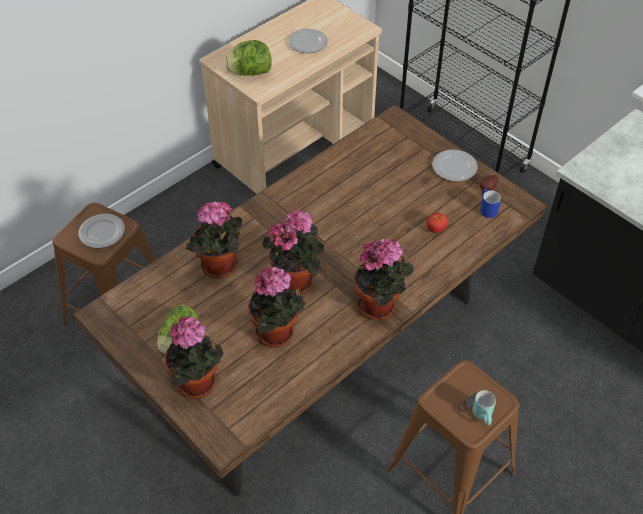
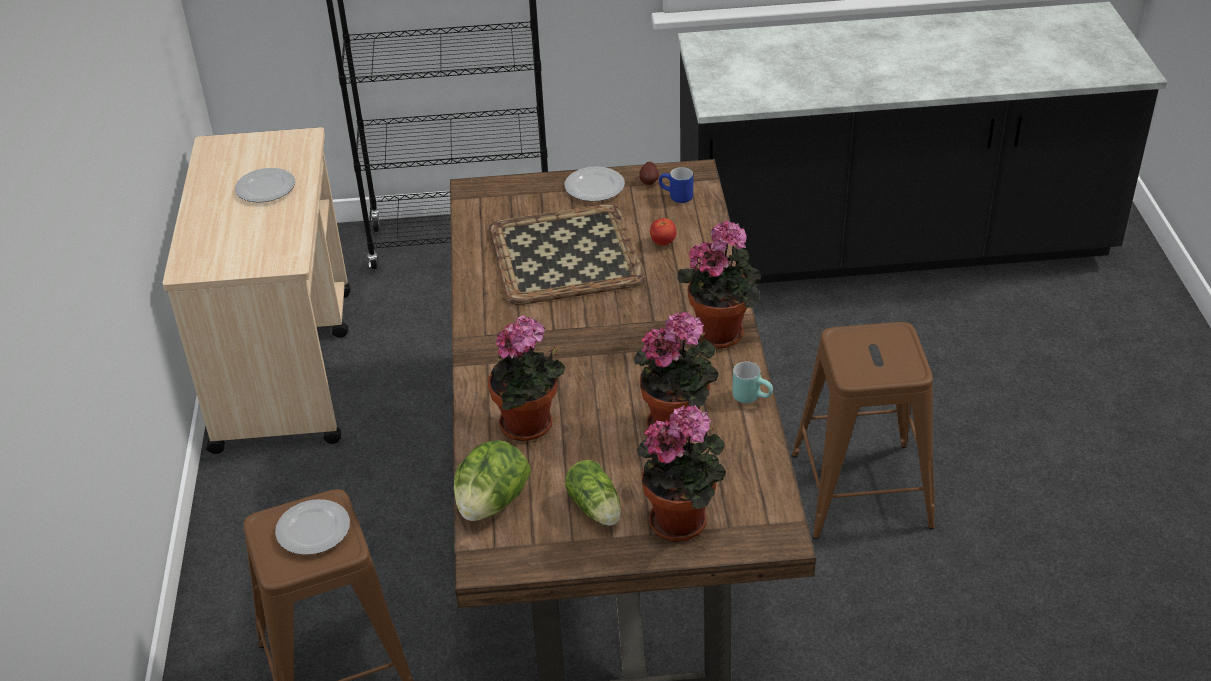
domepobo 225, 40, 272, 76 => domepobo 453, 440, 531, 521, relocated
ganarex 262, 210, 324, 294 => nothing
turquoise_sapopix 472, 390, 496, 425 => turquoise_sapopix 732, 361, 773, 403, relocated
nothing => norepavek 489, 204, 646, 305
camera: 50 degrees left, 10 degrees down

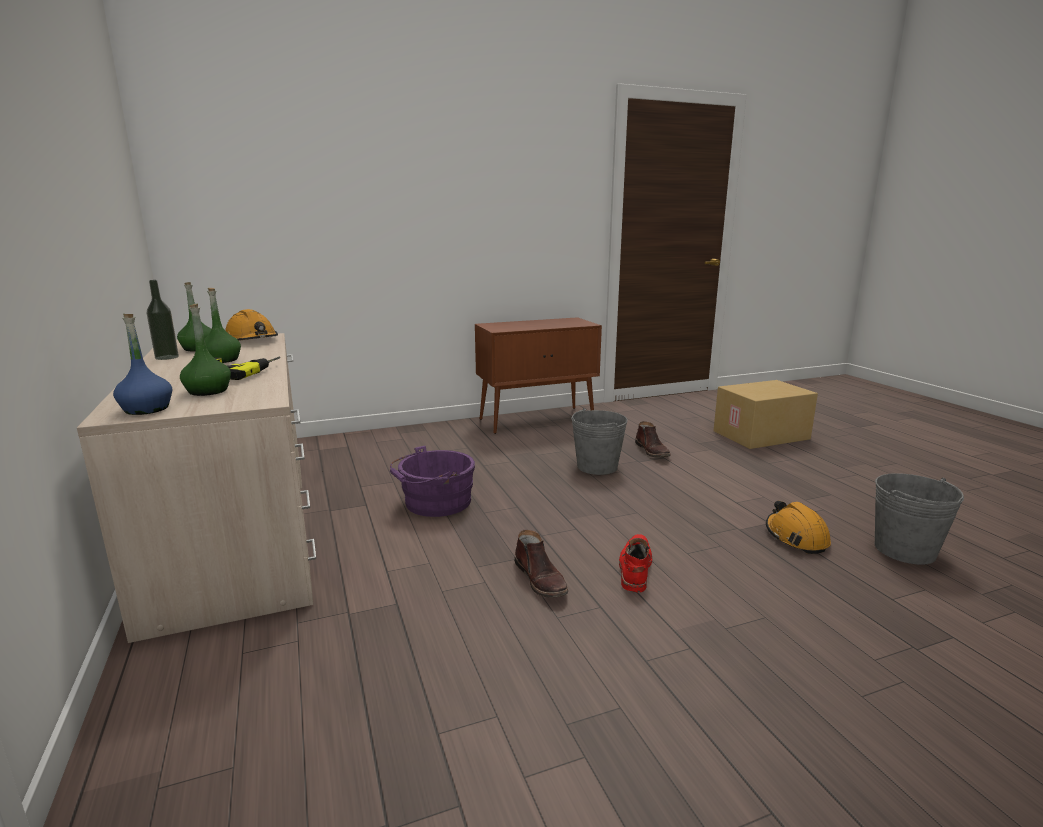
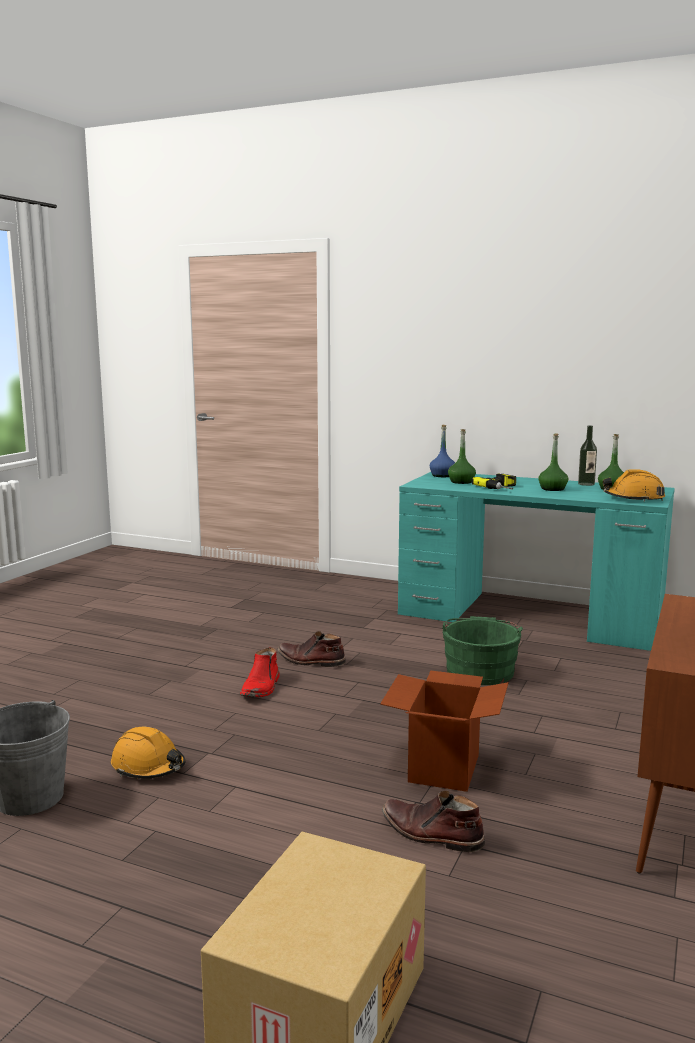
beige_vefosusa 77, 333, 316, 643 => turquoise_vefosusa 398, 472, 675, 651
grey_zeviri 571, 408, 628, 475 => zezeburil 380, 671, 509, 792
purple_zeviri 390, 446, 475, 517 => green_zeviri 442, 616, 523, 685
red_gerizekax 619, 534, 652, 593 => red_gerizekax 240, 647, 280, 697, 45 degrees clockwise
camera: 135 degrees right, 5 degrees down

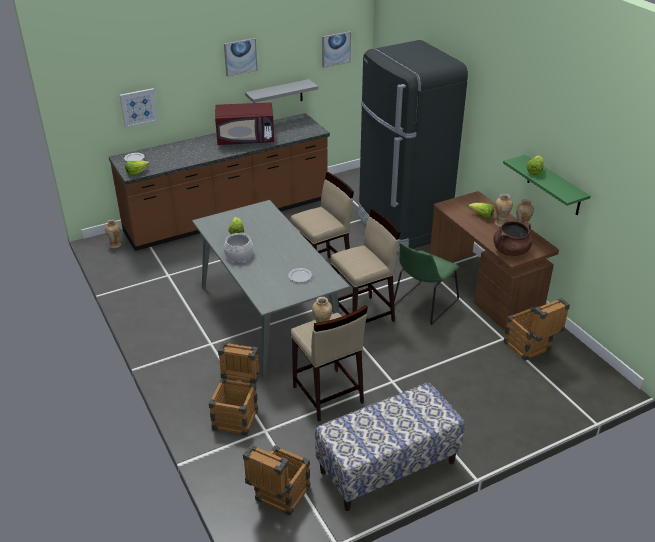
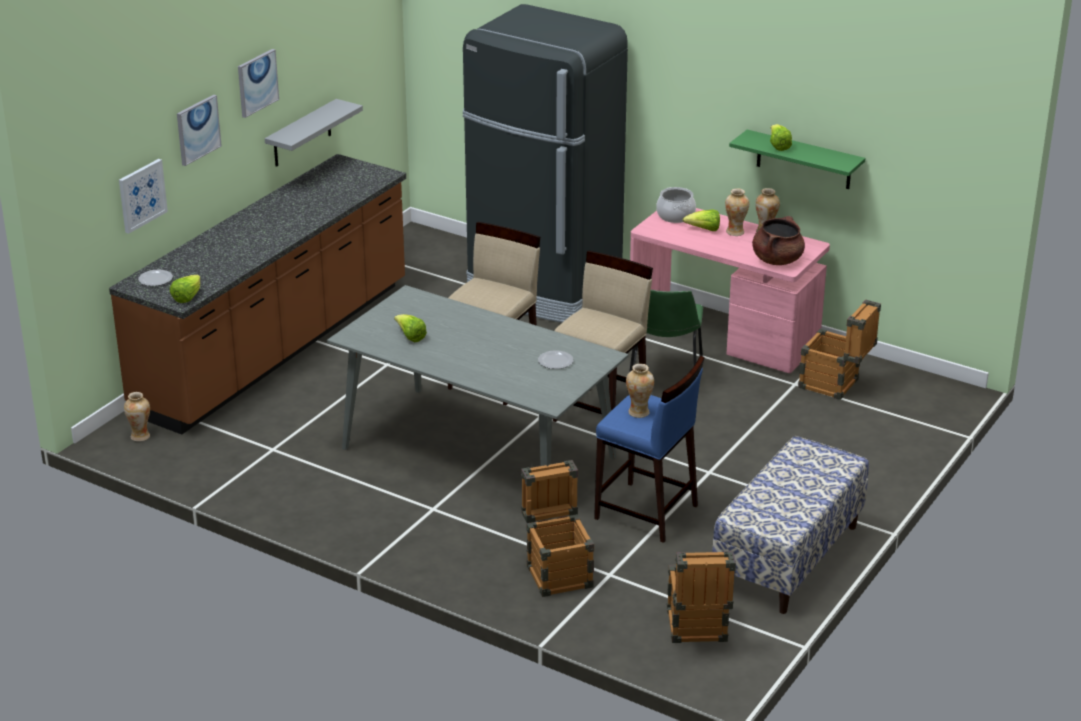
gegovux 322, 31, 351, 68 => gegovux 177, 95, 222, 166, relocated
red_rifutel 215, 102, 274, 145 => nothing
brown_vefosusa 430, 191, 559, 330 => pink_vefosusa 630, 208, 830, 373
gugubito 224, 233, 254, 262 => gugubito 656, 187, 696, 223, relocated
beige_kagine 291, 305, 368, 421 => blue_kagine 594, 355, 705, 543
camera: 30 degrees left, 5 degrees down

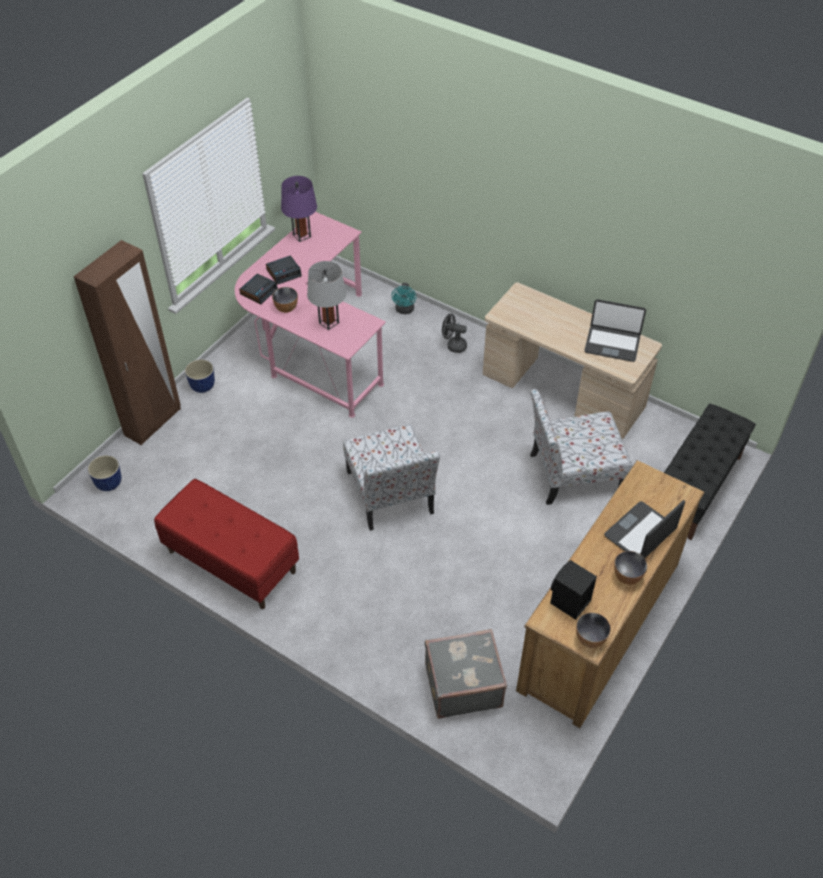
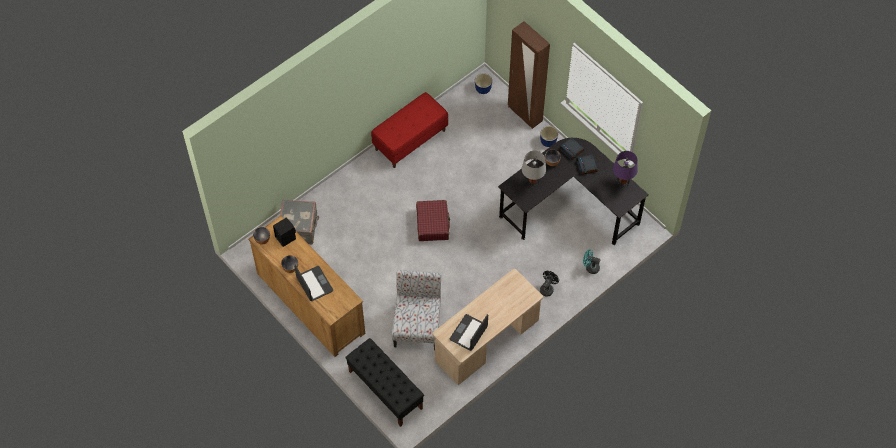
pink_vefosusa 235, 212, 386, 418 => black_vefosusa 498, 138, 649, 245
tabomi 343, 424, 440, 531 => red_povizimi 416, 200, 450, 241
camera: 105 degrees right, 10 degrees up

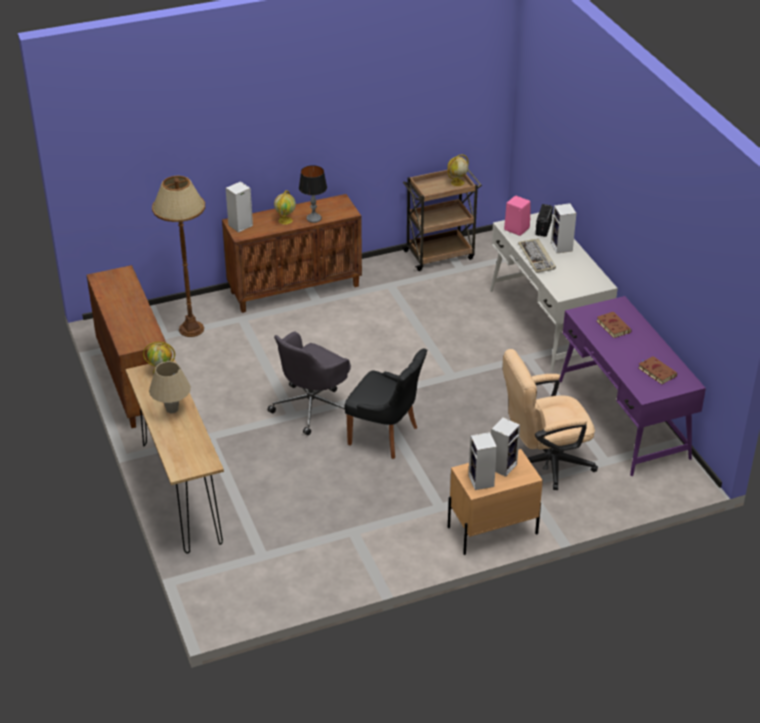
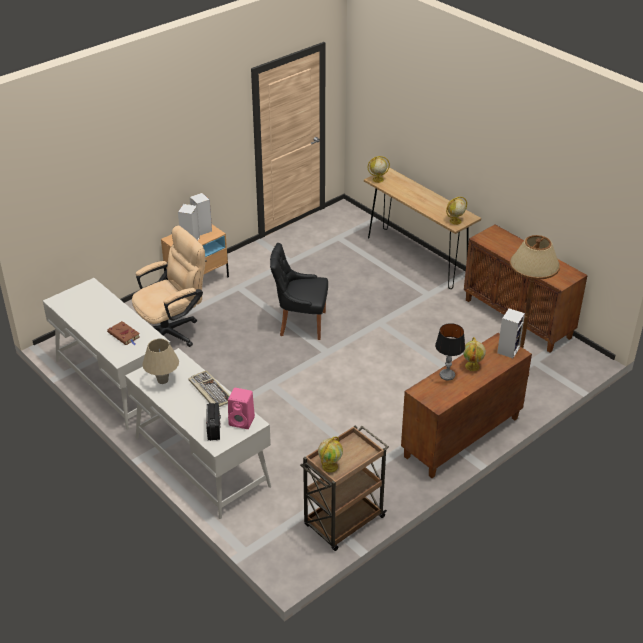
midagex 551, 203, 577, 253 => nothing
purple_vefosusa 559, 296, 706, 476 => white_vefosusa 43, 278, 171, 430
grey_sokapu 268, 332, 351, 435 => nothing
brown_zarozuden 638, 356, 677, 385 => nothing
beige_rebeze 149, 361, 191, 413 => beige_rebeze 142, 339, 179, 384, relocated
nothing => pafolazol 368, 156, 390, 183
camera: 160 degrees right, 0 degrees up

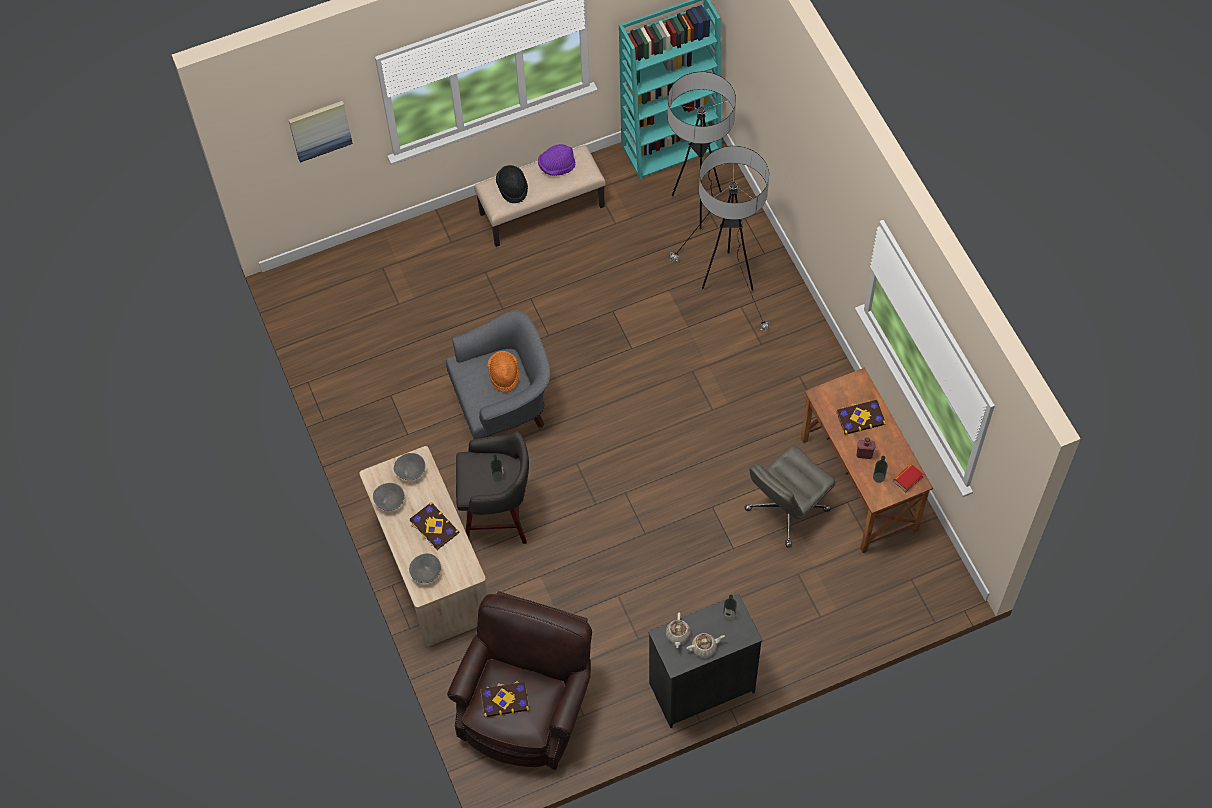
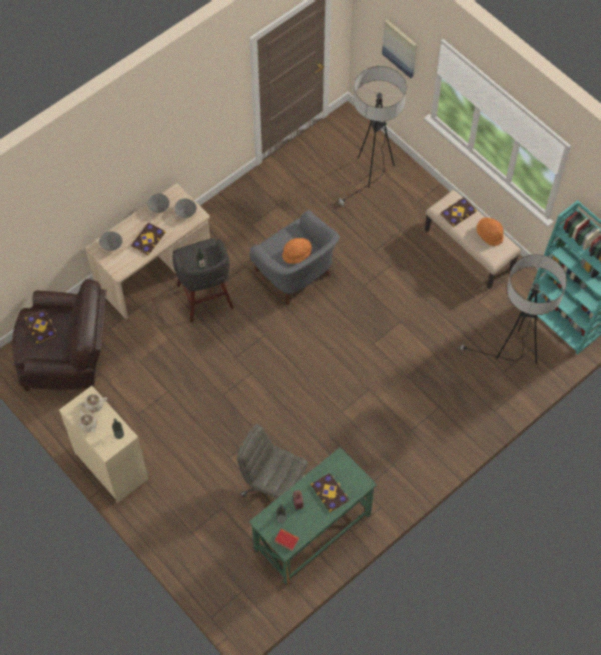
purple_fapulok 538, 144, 576, 176 => orange_fapulok 476, 217, 504, 246
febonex 699, 146, 770, 331 => febonex 337, 66, 406, 206, relocated
black_fapulok 496, 165, 528, 203 => zarozuden 441, 197, 477, 227
brown_vefosusa 801, 367, 933, 553 => green_vefosusa 249, 447, 377, 586
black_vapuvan 648, 594, 763, 728 => beige_vapuvan 59, 386, 148, 503
camera: 70 degrees right, 0 degrees up

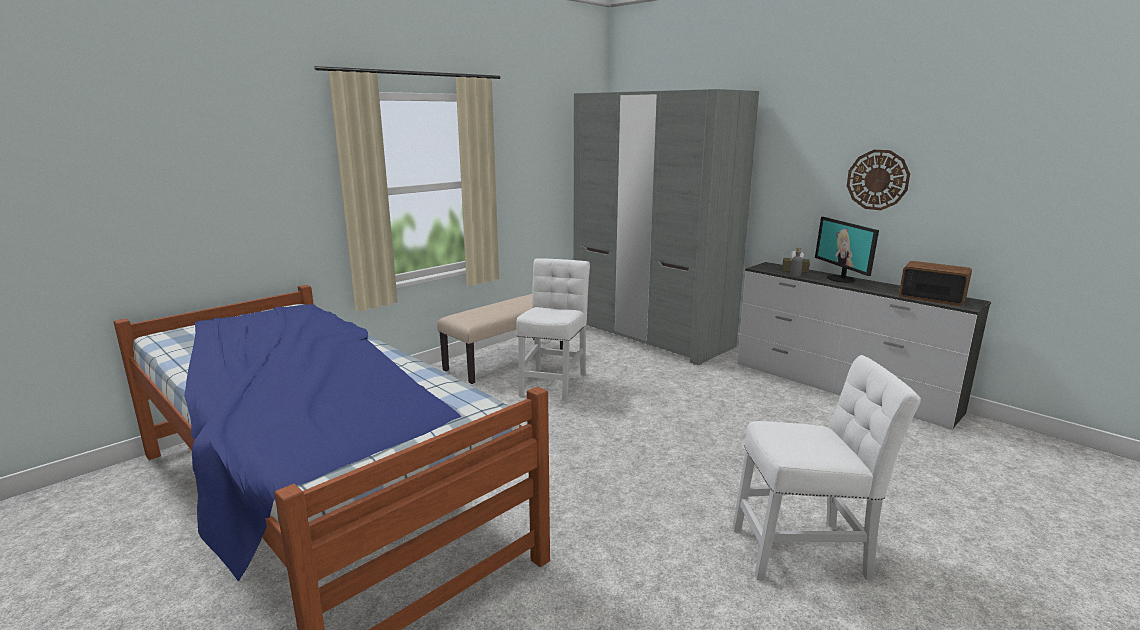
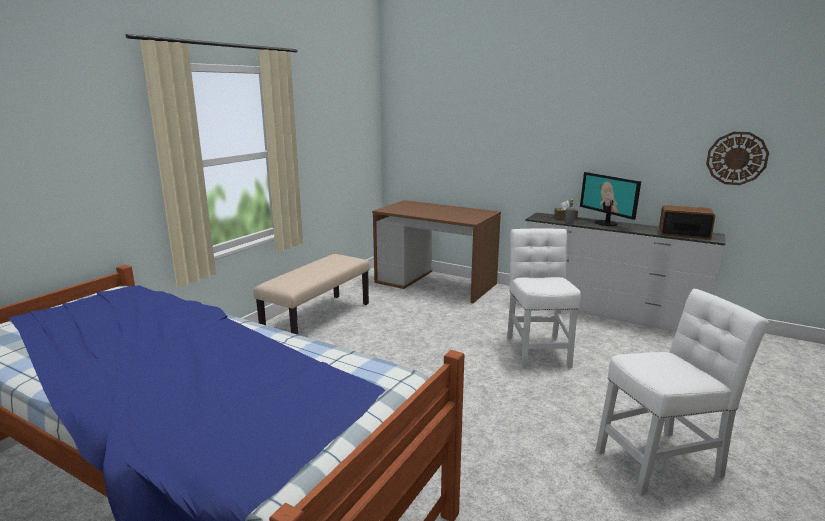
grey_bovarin 574, 89, 759, 365 => brown_vefosusa 372, 200, 501, 303
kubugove 847, 150, 910, 210 => kubugove 706, 132, 769, 185, relocated
white_tabomi 516, 258, 590, 401 => white_tabomi 507, 229, 581, 369, relocated
camera: 15 degrees left, 0 degrees up

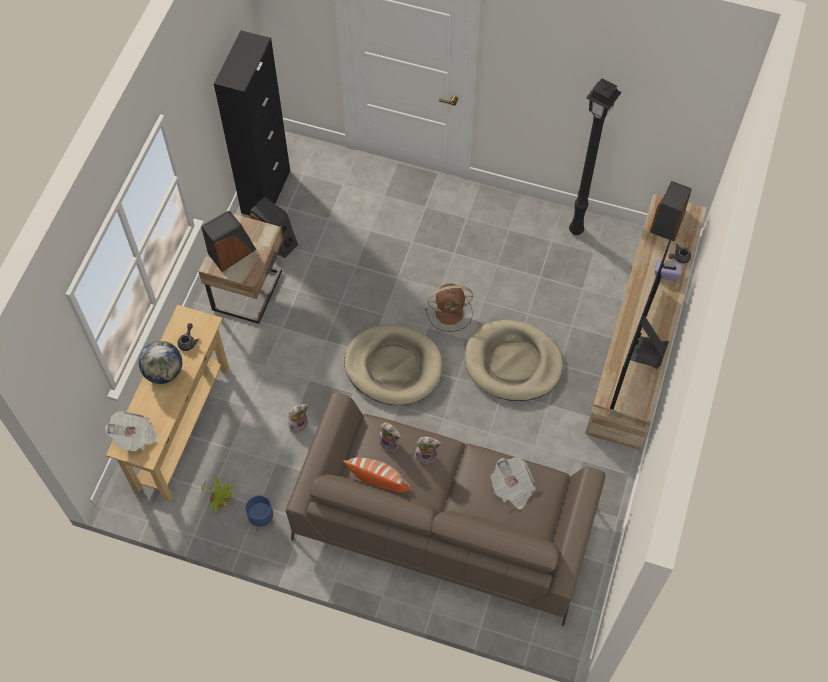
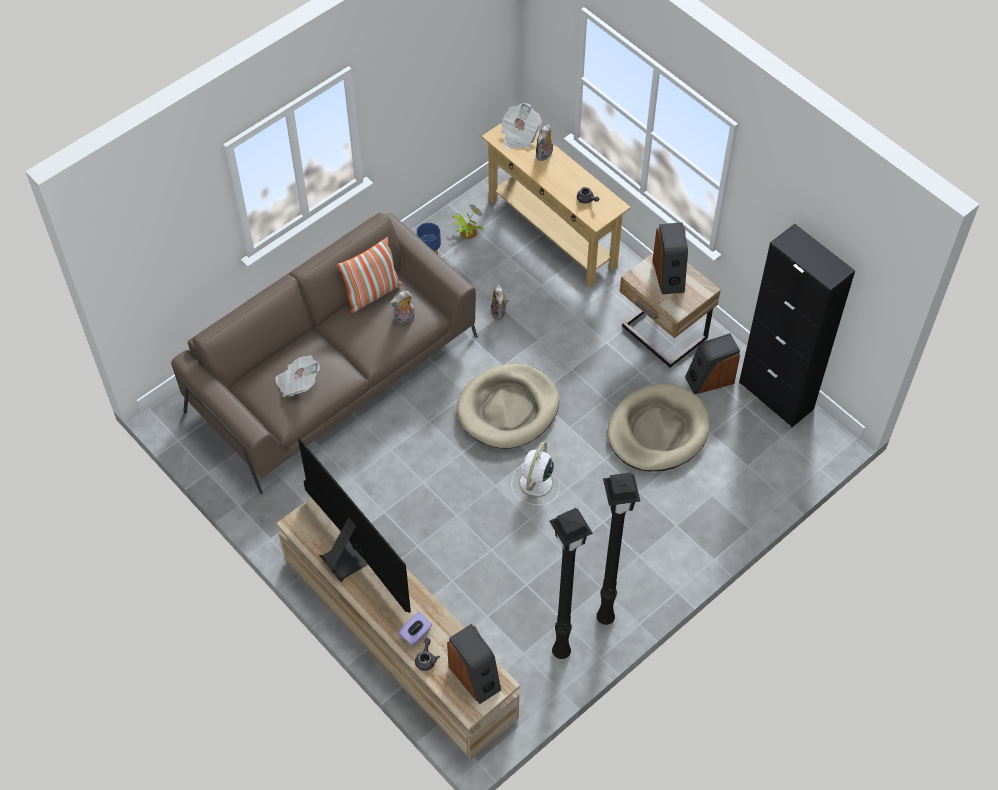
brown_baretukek 425, 284, 473, 332 => white_baretukek 511, 442, 559, 505
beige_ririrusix 465, 320, 563, 401 => beige_ririrusix 607, 383, 710, 471, relocated
pafolazol 139, 341, 182, 384 => nothing
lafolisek 414, 437, 441, 464 => lafolisek 536, 124, 554, 161, relocated
nothing => black_febonex 596, 472, 640, 625
camera: 120 degrees right, 5 degrees down

